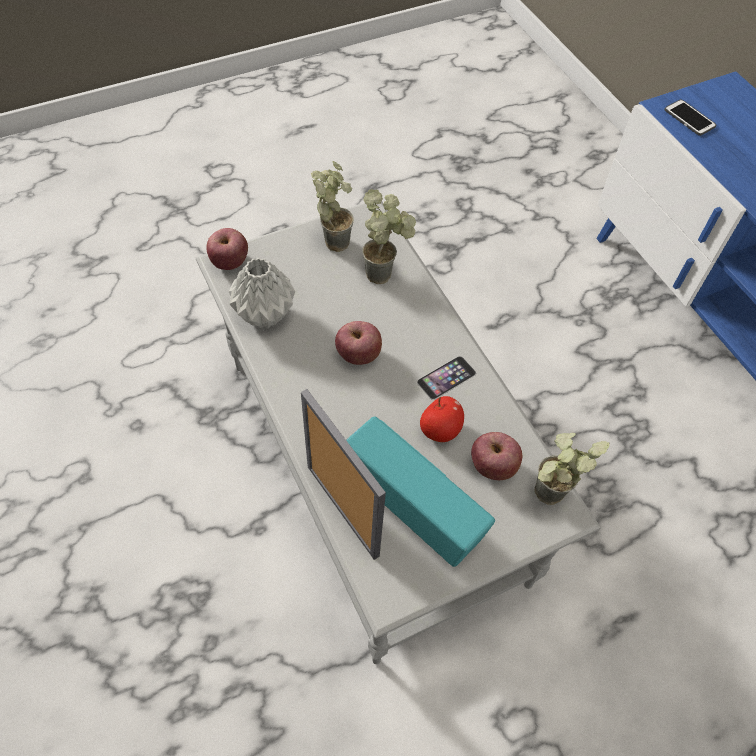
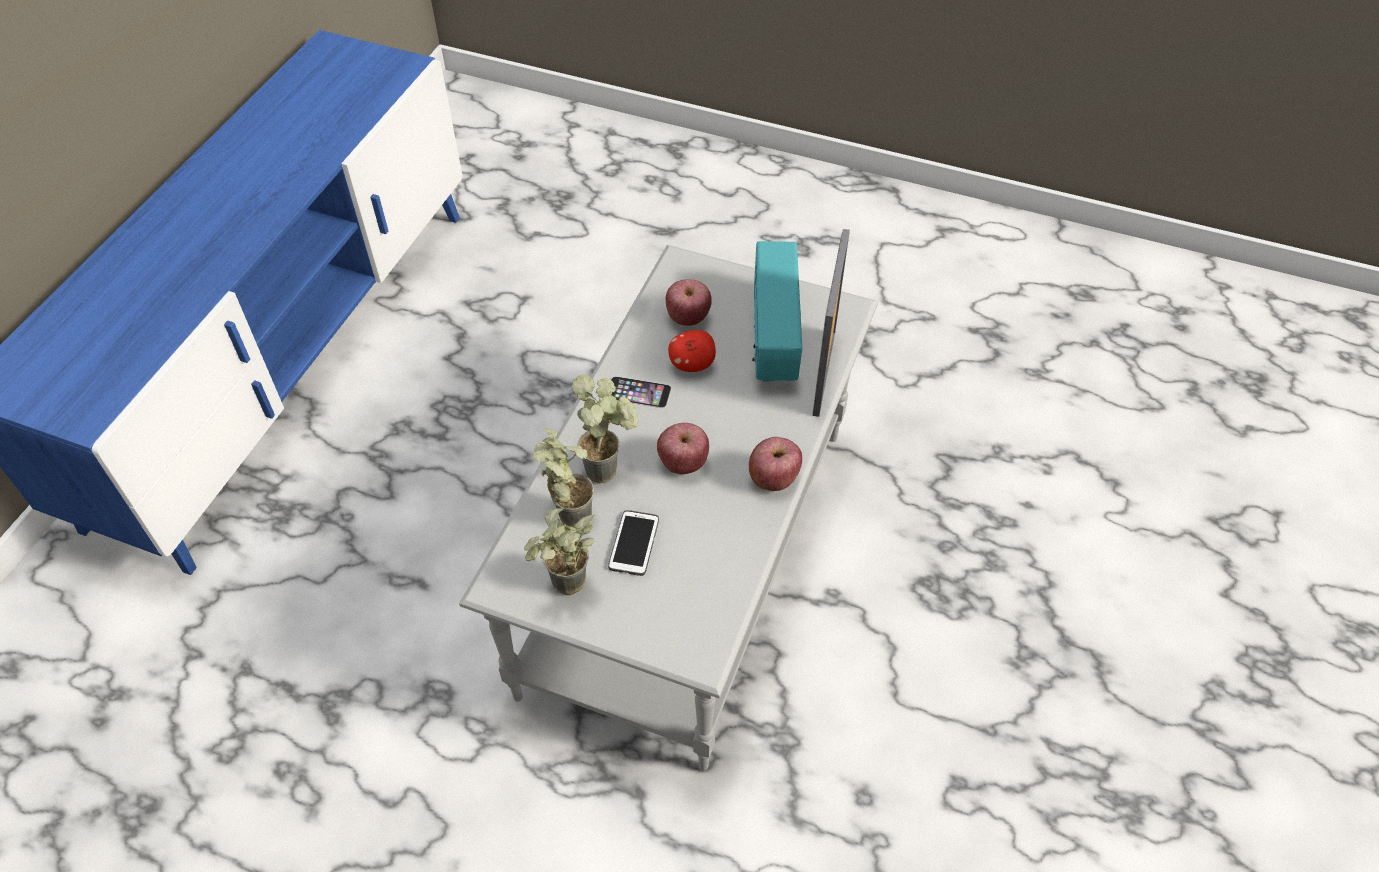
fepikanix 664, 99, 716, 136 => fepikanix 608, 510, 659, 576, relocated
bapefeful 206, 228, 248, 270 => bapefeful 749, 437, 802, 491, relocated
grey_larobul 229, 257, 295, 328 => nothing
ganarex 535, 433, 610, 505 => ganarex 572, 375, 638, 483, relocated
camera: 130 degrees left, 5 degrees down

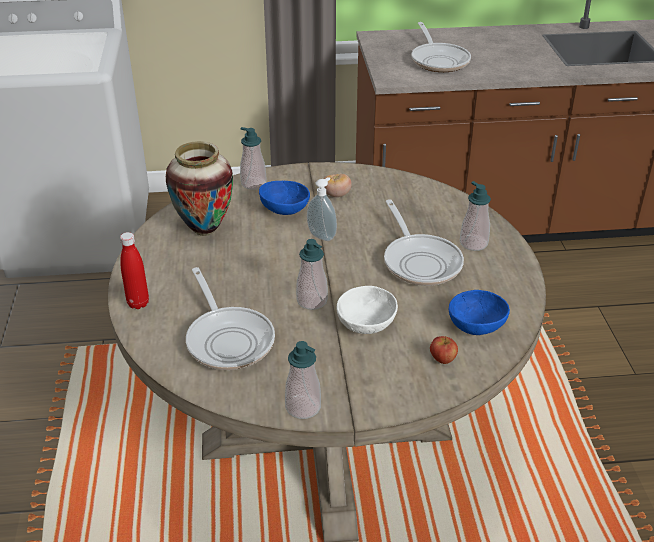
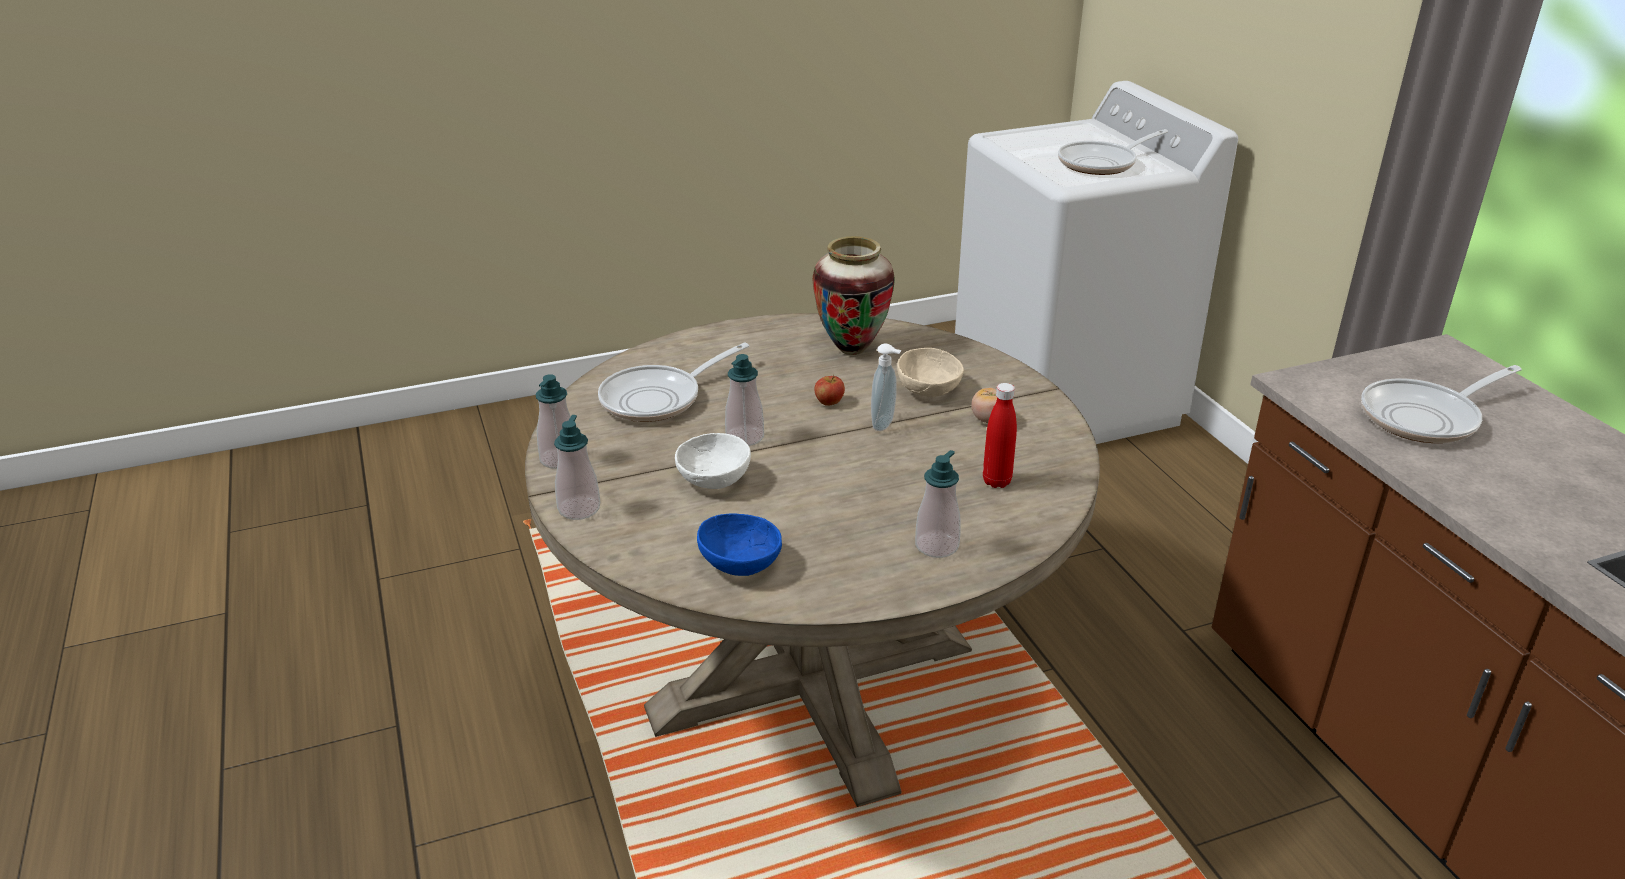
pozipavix 240, 127, 267, 190 => pozipavix 554, 415, 600, 520, relocated
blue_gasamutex 259, 181, 310, 215 => beige_gasamutex 897, 348, 964, 397
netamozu 384, 199, 464, 286 => netamozu 1058, 129, 1168, 175, relocated
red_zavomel 120, 232, 149, 309 => red_zavomel 983, 383, 1017, 488, relocated
bapefeful 430, 336, 458, 364 => bapefeful 814, 375, 845, 406, relocated
camera: 75 degrees right, 5 degrees down

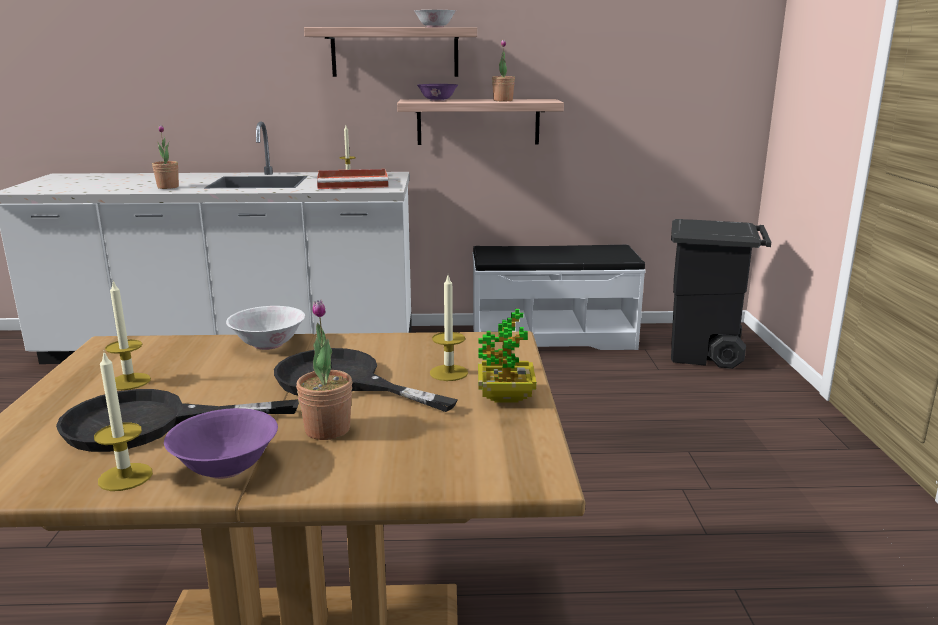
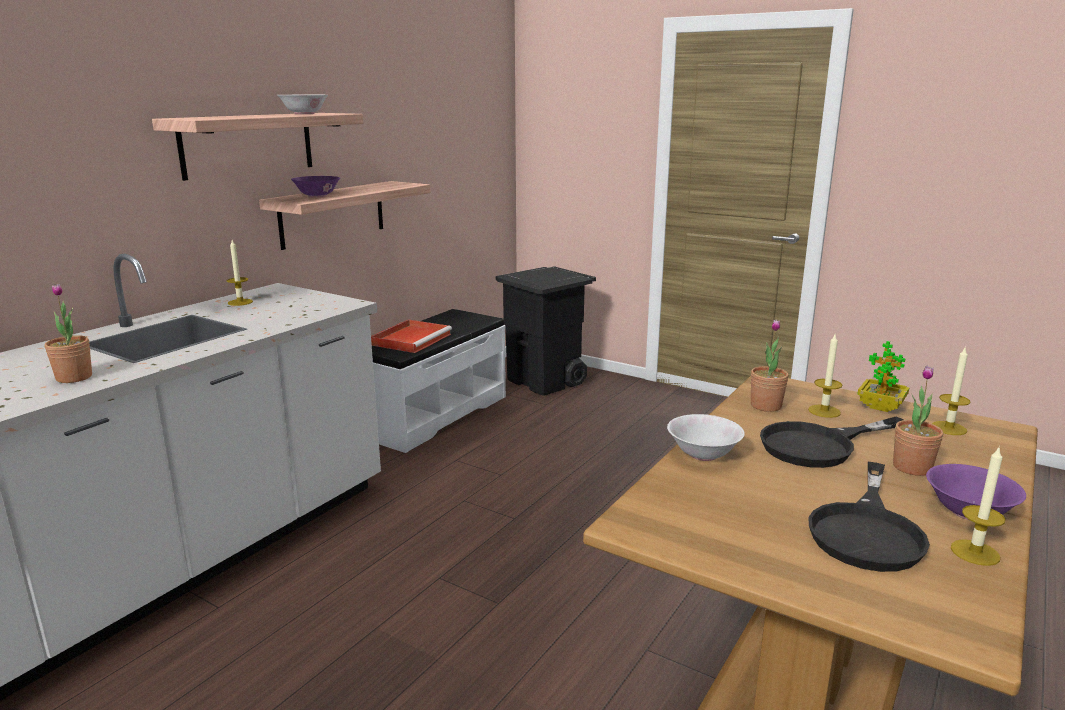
ganarex 492, 40, 515, 101 => ganarex 751, 319, 789, 412, relocated
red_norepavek 317, 169, 389, 189 => red_norepavek 371, 319, 452, 353, relocated
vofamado 105, 281, 151, 390 => vofamado 932, 348, 971, 435, relocated
camera: 55 degrees left, 0 degrees up

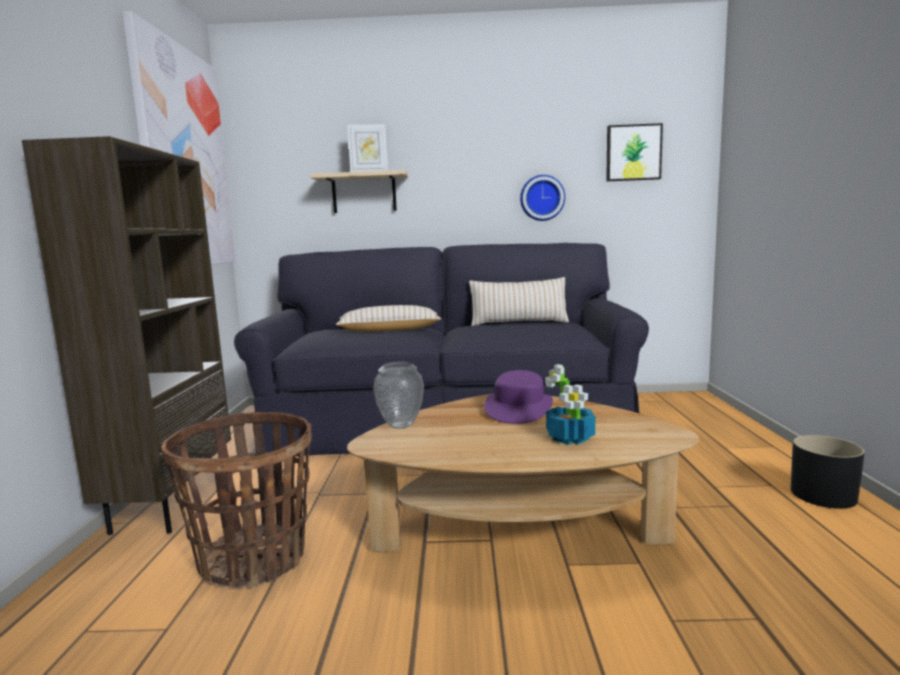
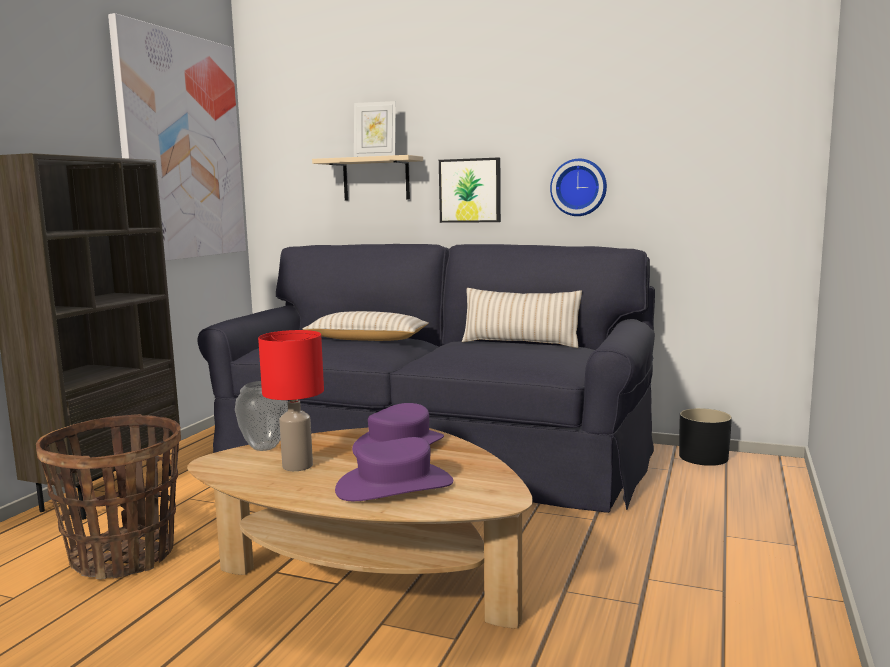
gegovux 606, 123, 663, 181 => gegovux 439, 158, 501, 223, relocated
ganarex 545, 364, 595, 445 => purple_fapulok 335, 437, 453, 501
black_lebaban 791, 435, 865, 509 => black_lebaban 679, 408, 732, 466, relocated
nothing => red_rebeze 258, 330, 324, 471
camera: 20 degrees right, 0 degrees up

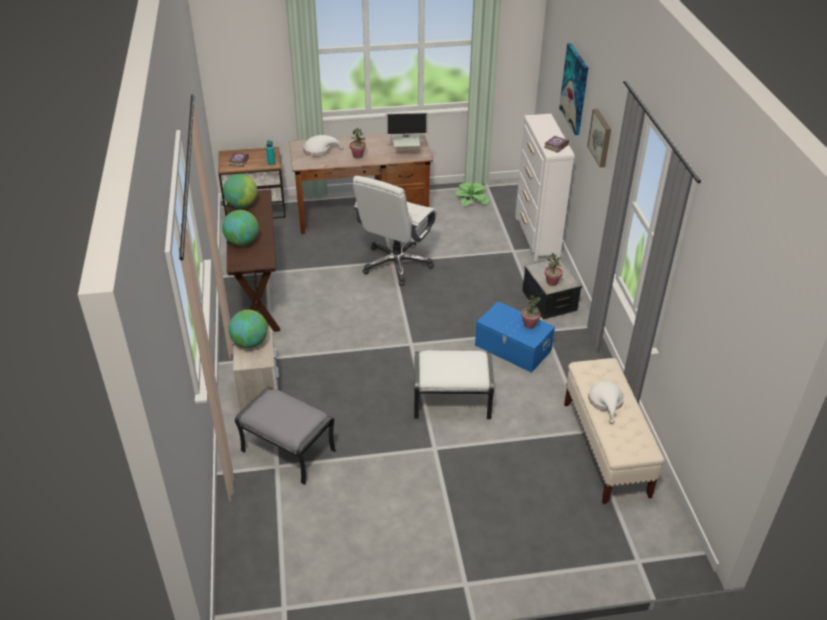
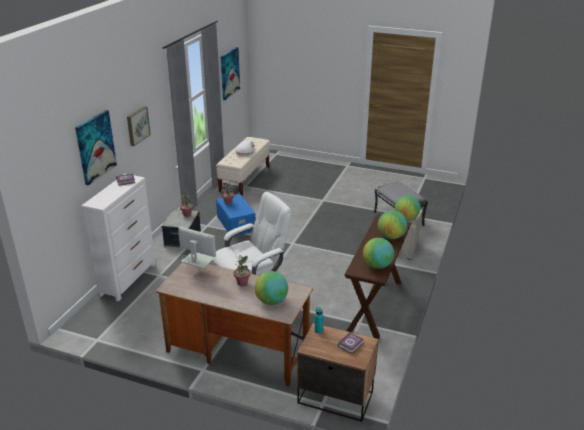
white_fapulok 303, 135, 343, 156 => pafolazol 255, 271, 288, 305
ganarex 455, 183, 490, 206 => nothing
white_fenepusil 414, 350, 494, 420 => nothing
nothing => gegovux 221, 47, 240, 100
camera: 150 degrees left, 10 degrees down

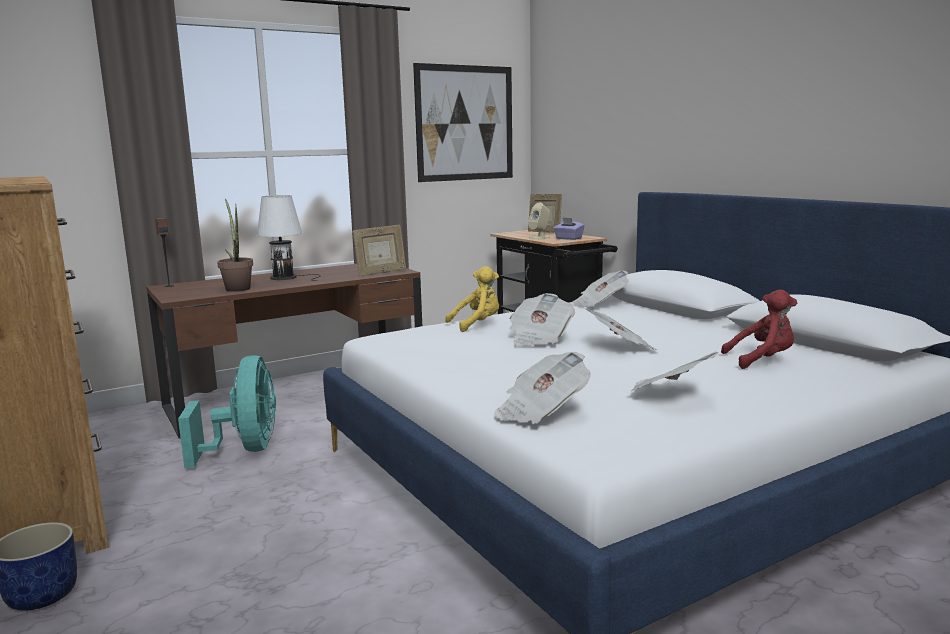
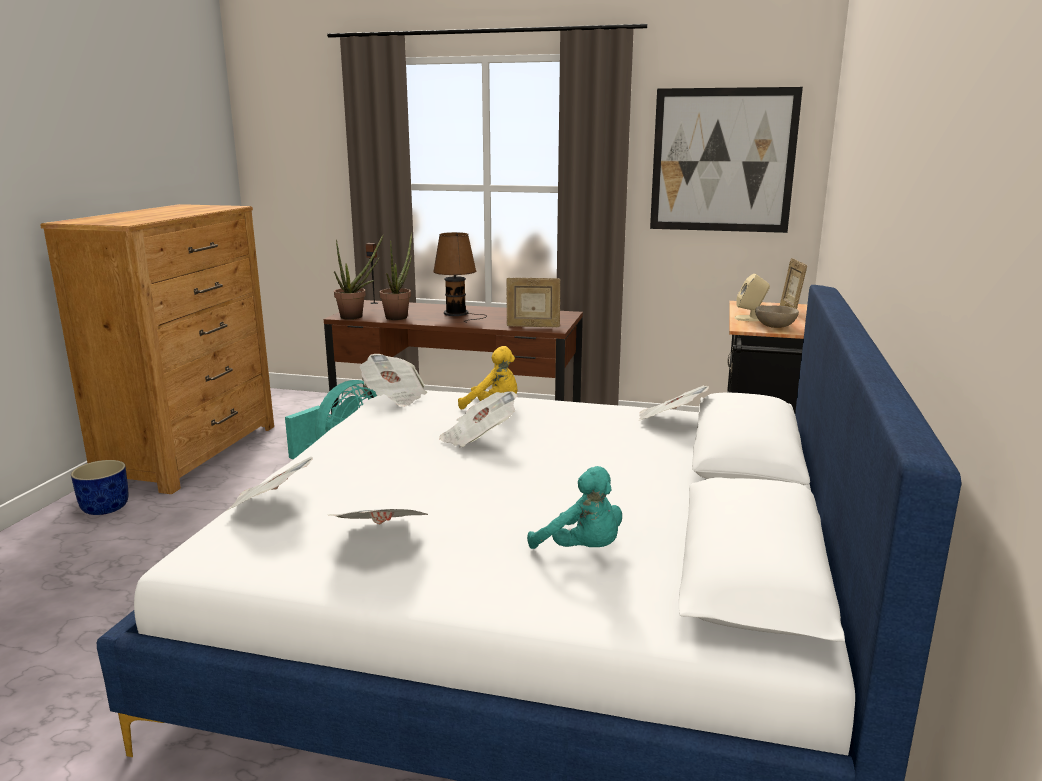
white_rebeze 257, 195, 320, 281 => brown_rebeze 433, 232, 487, 322
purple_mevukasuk 553, 217, 585, 240 => beige_gasamutex 755, 305, 799, 328
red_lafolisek 721, 289, 797, 369 => turquoise_lafolisek 527, 466, 622, 549
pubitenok 584, 308, 657, 350 => pubitenok 360, 354, 427, 407, relocated
nothing => ganarex 334, 234, 384, 320
camera: 45 degrees right, 5 degrees up

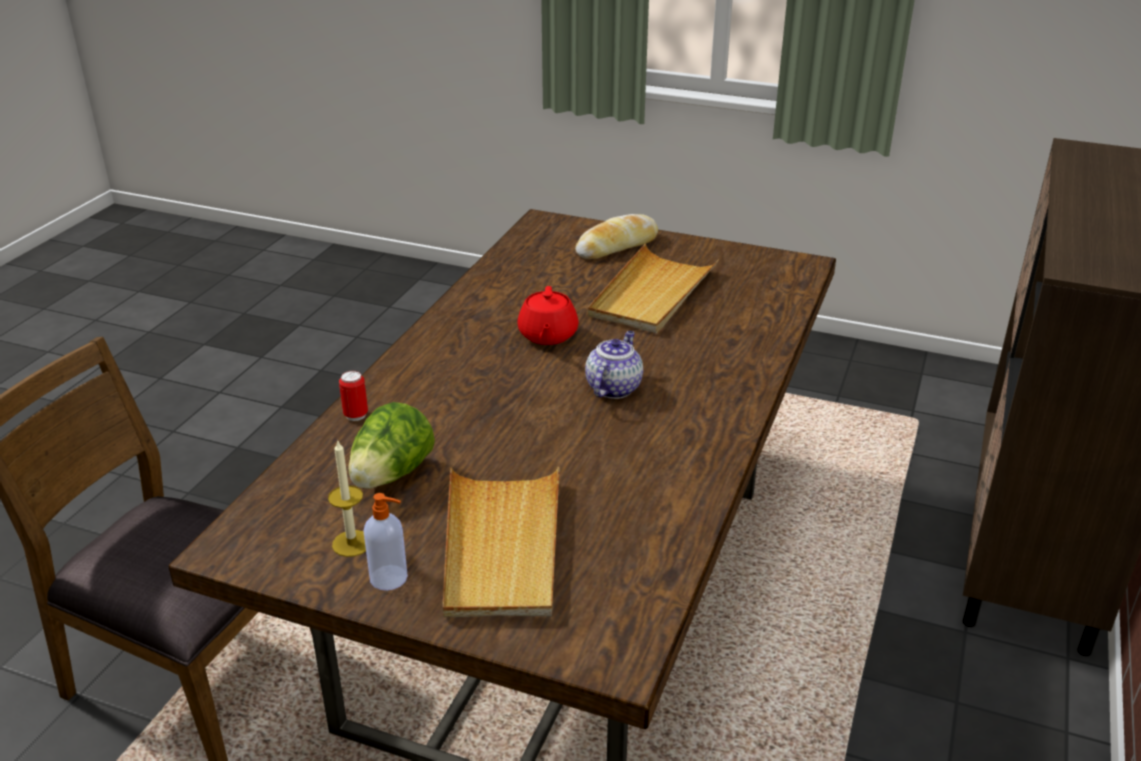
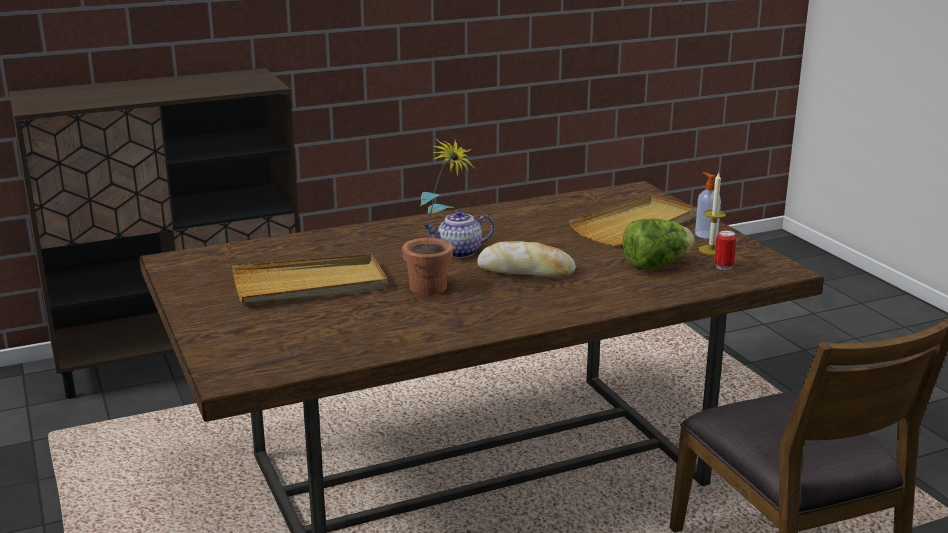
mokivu 575, 214, 658, 260 => mokivu 477, 241, 576, 278, relocated
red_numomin 517, 286, 579, 345 => ganarex 402, 139, 476, 295
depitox 339, 371, 368, 421 => depitox 714, 230, 737, 270, relocated
camera: 135 degrees left, 10 degrees down

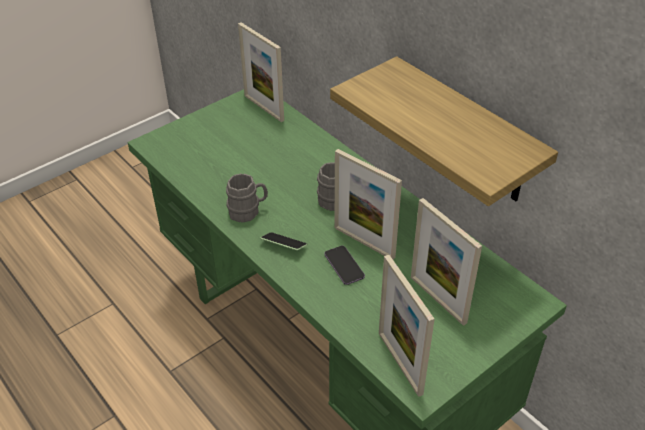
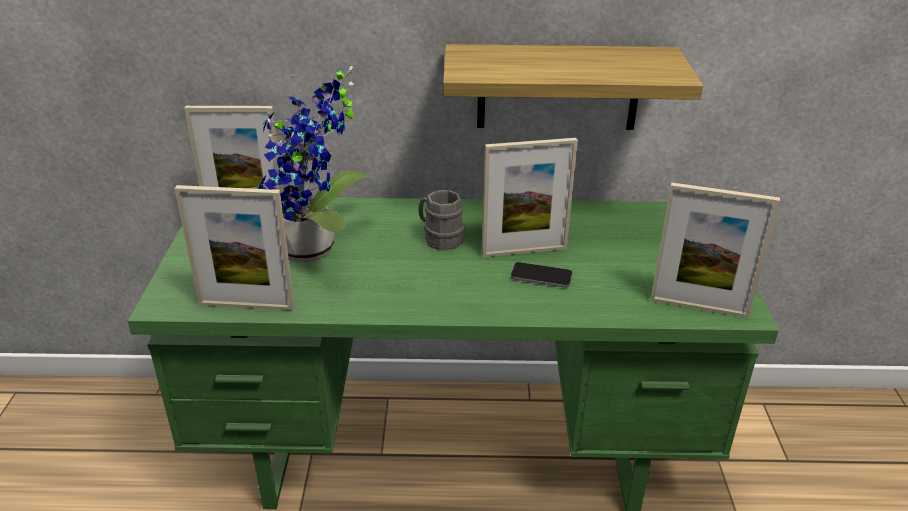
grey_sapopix 226, 173, 268, 223 => nothing
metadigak 411, 198, 482, 326 => metadigak 174, 185, 295, 310, relocated
fepikanix 260, 232, 307, 250 => nothing
nothing => ganarex 250, 66, 373, 262
camera: 50 degrees left, 10 degrees down

